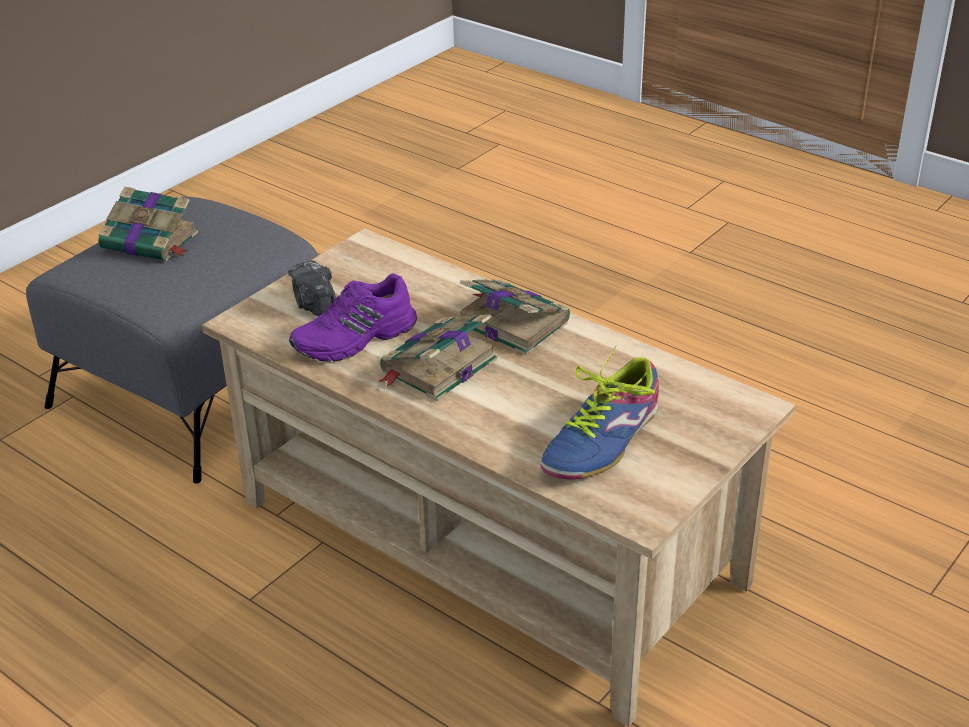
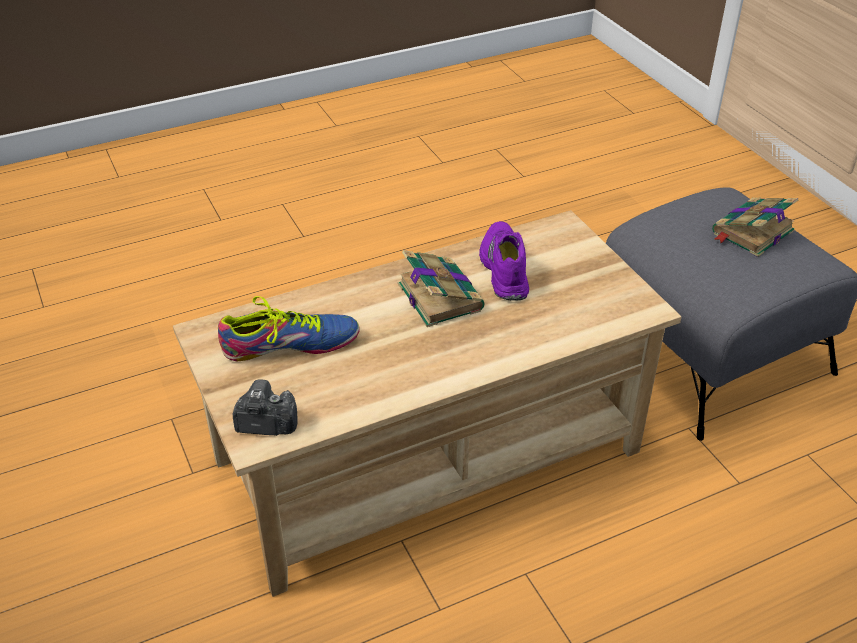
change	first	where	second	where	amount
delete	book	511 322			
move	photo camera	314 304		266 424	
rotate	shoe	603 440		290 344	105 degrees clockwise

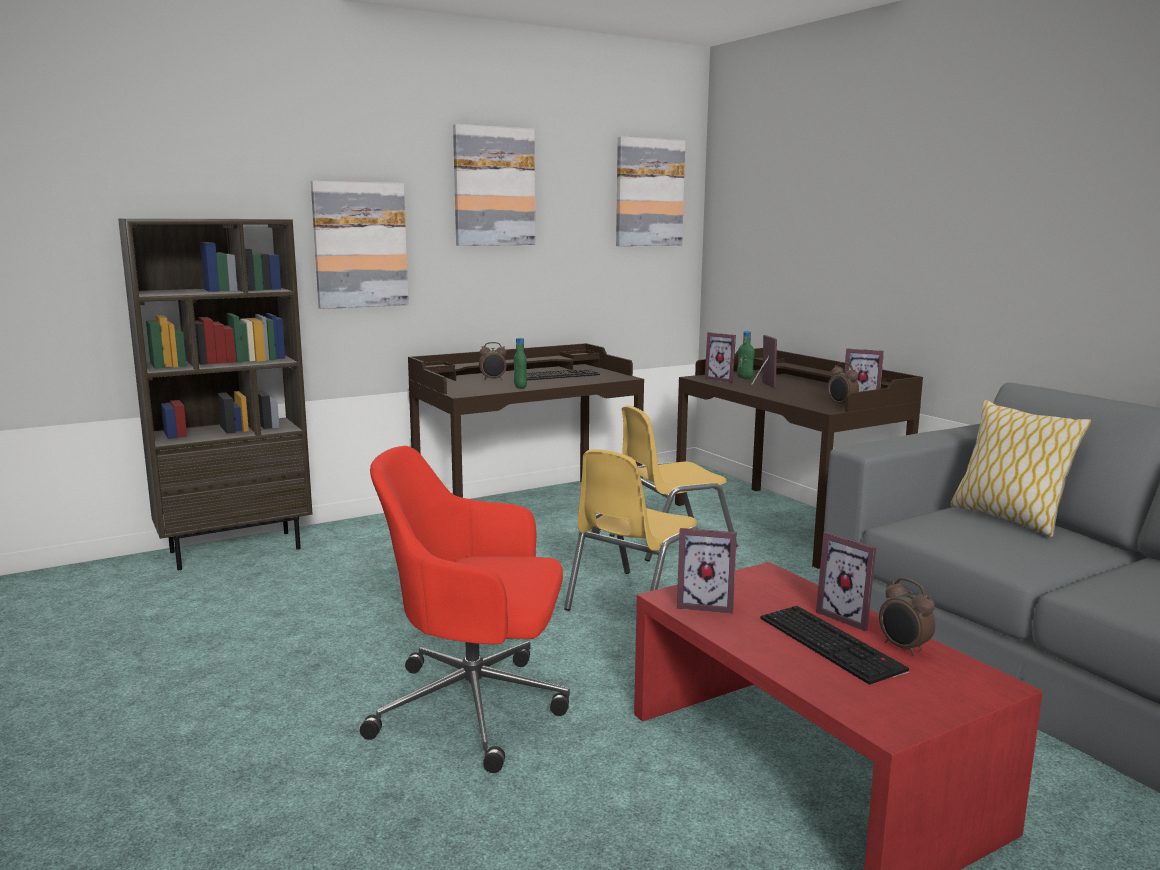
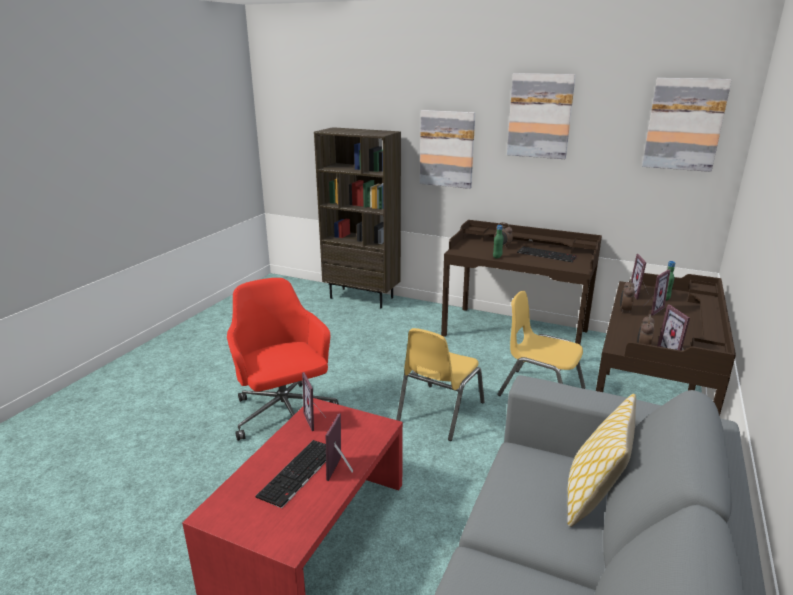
change	first	where	second	where	amount
move	alarm clock	903 648		624 310	
rotate	chair (yellow)	635 601		439 412	60 degrees counterclockwise

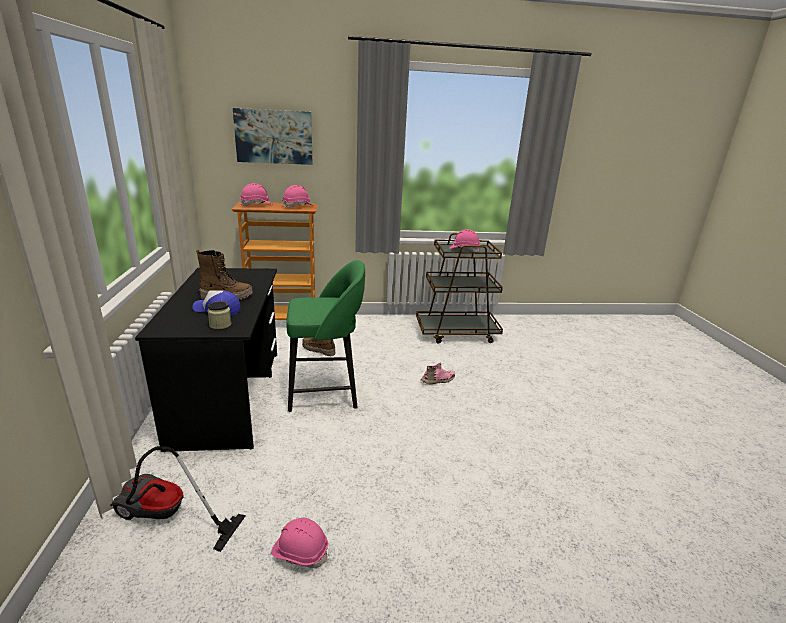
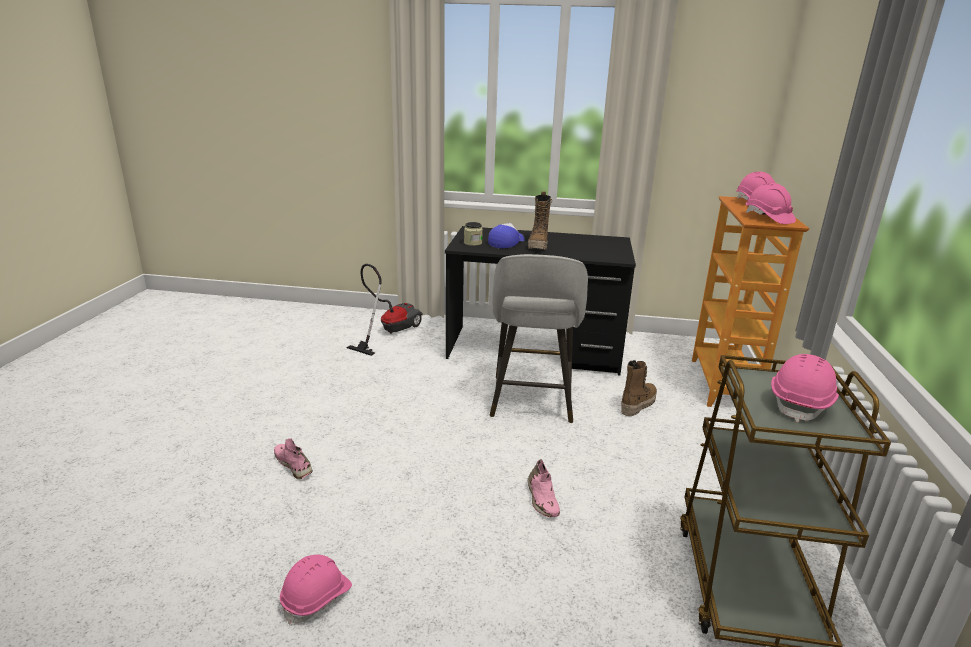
change	first	where	second	where	amount
delete	picture	274 137			
insert			shoe (pink)	294 465	
move	hard hat (pink)	300 552		317 598	
recolor	stool (green)	325 391	stool (grey)	531 400	

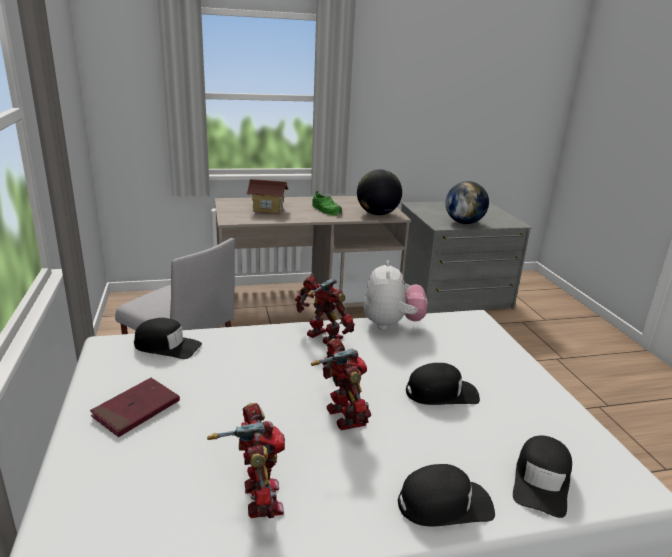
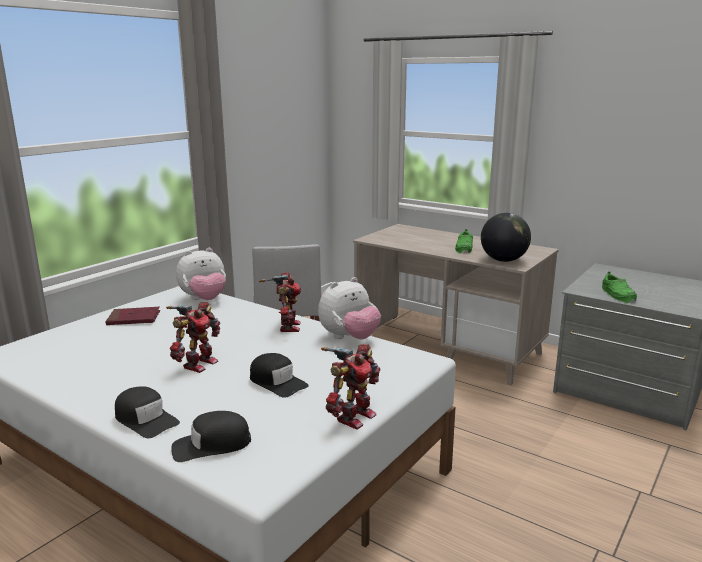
change	first	where	second	where	amount
delete	toy house	268 209			
move	toy robot	258 500		353 417	
replace	cap (black)	167 346	plush toy	204 299	
replace	globe	464 223	shoe (green)	618 294	

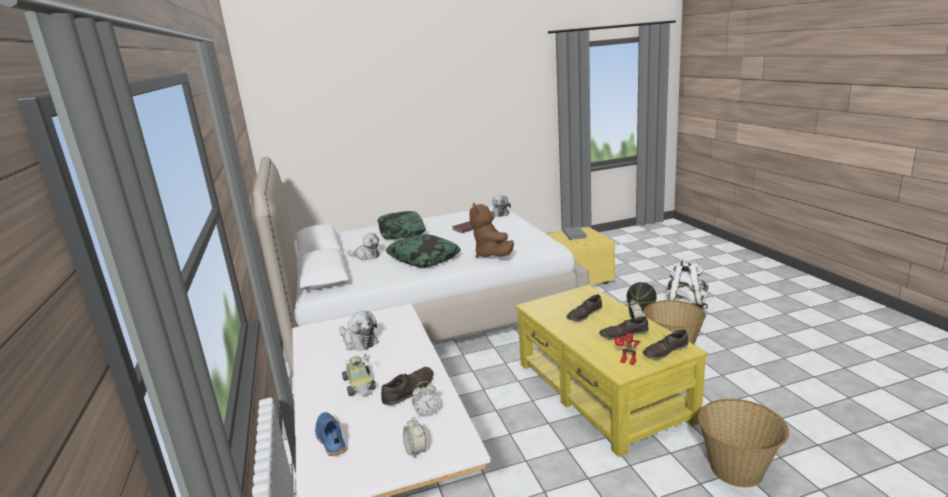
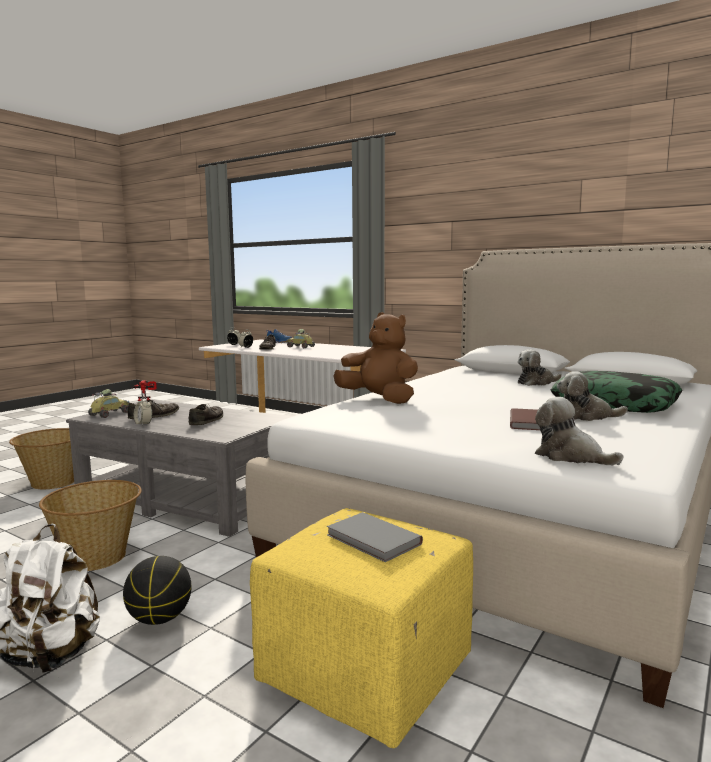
change	first	where	second	where	amount
delete	pillow	424 258			
move	plush toy	359 342		586 416	
replace	shoe (brown)	665 351	toy car	110 413	
recolor	coffee table (yellow)	601 391	coffee table (grey)	186 497	

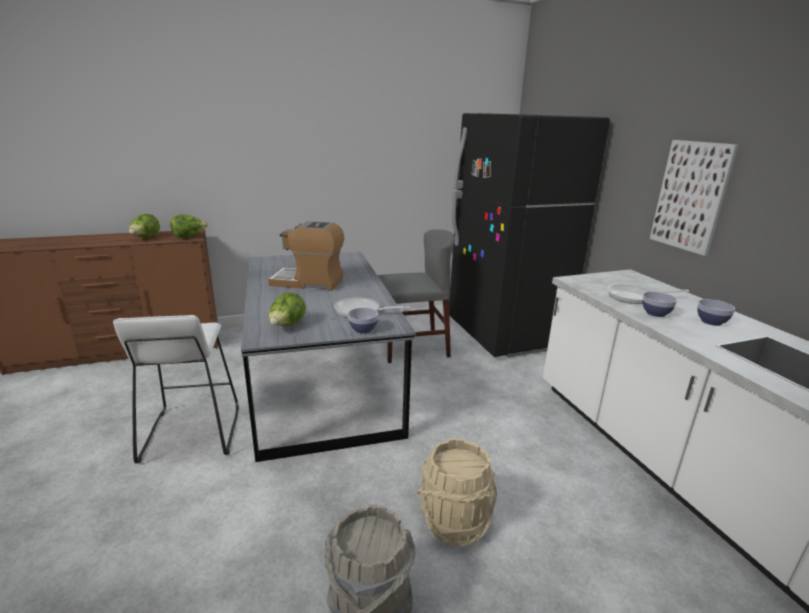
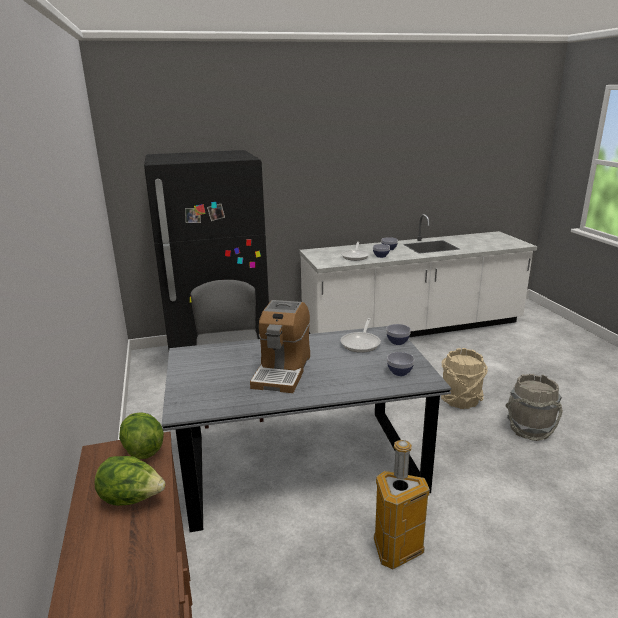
change	first	where	second	where	amount
delete	picture	691 196			
replace	stool (white)	191 433	trash can	398 551	
replace	lettuce	287 326	bowl	399 372	

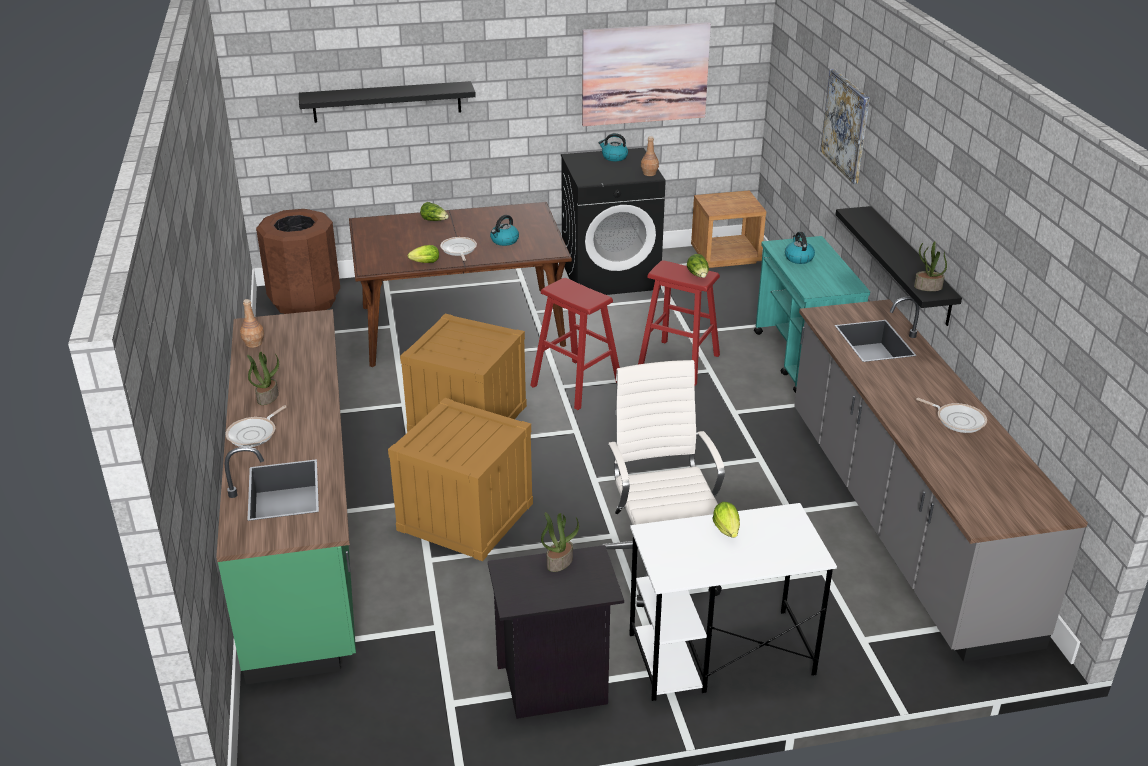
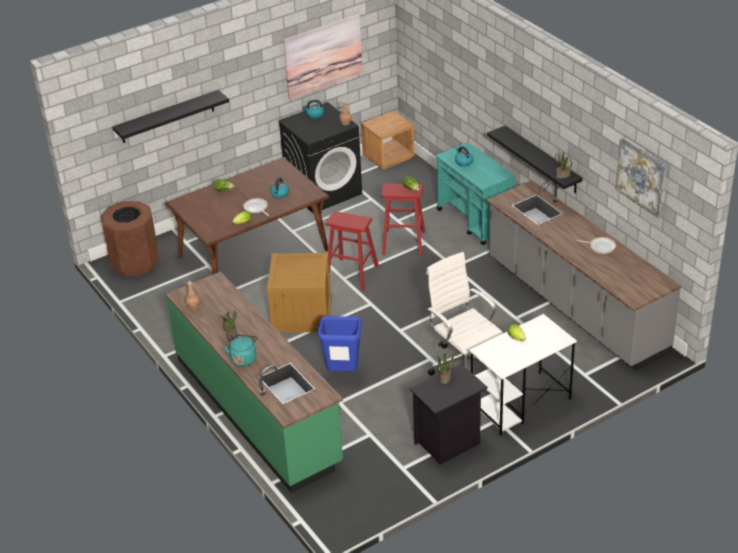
change	first	where	second	where	amount
move	picture	846 125		641 176	
replace	frying pan	254 434	kettle (turquoise)	243 358	
replace	crate	465 517	trash can (blue)	342 372	

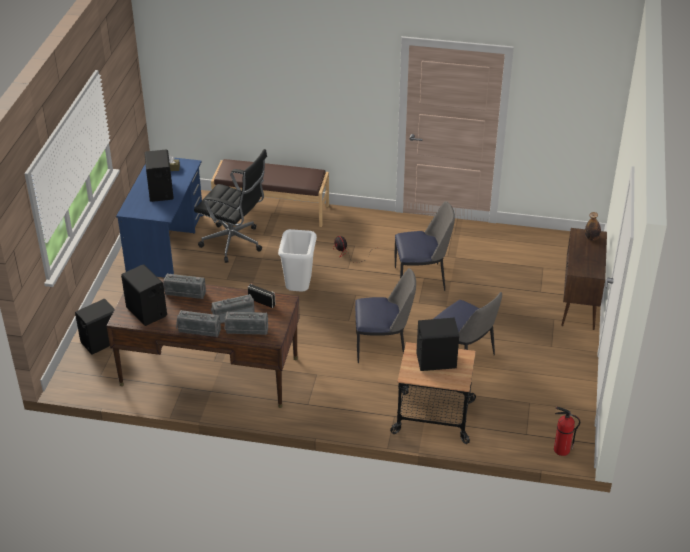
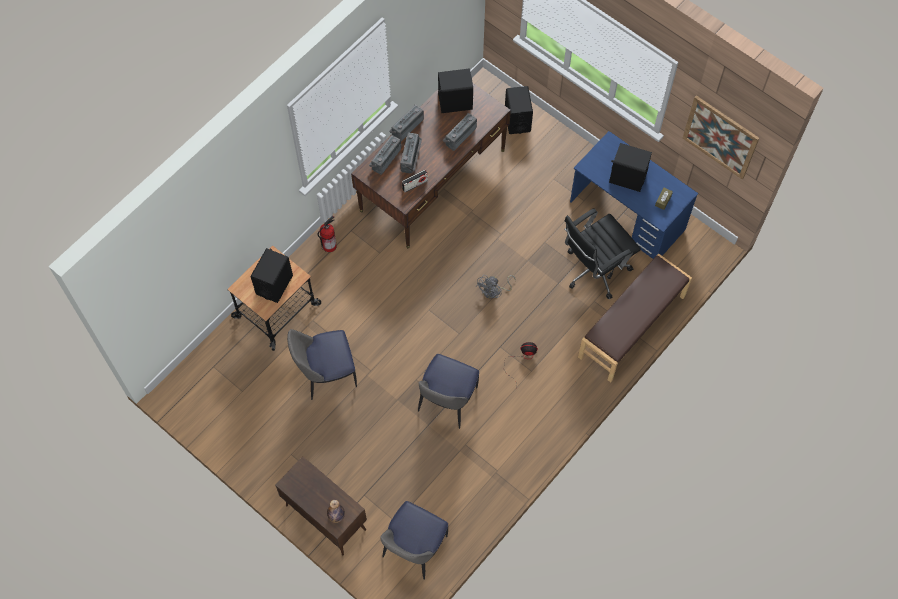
change	first	where	second	where	amount
insert			picture	720 137	
move	chair	383 347		414 549	
move	fire extinguisher	561 449		329 245	
replace	trash can (white)	299 290	fan (grey)	494 291	

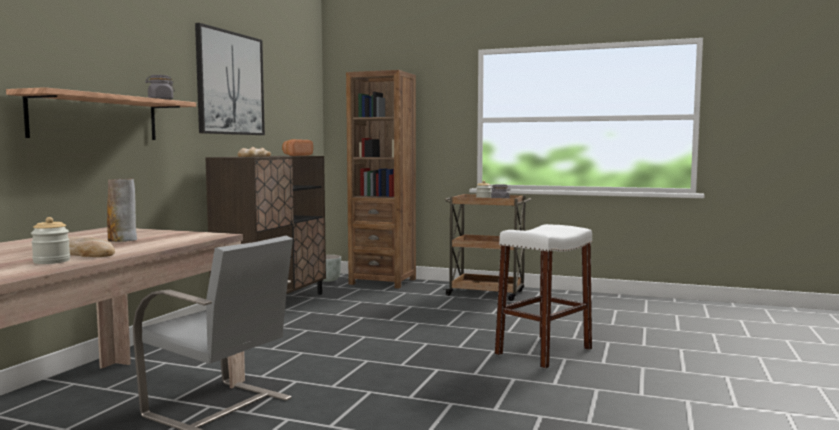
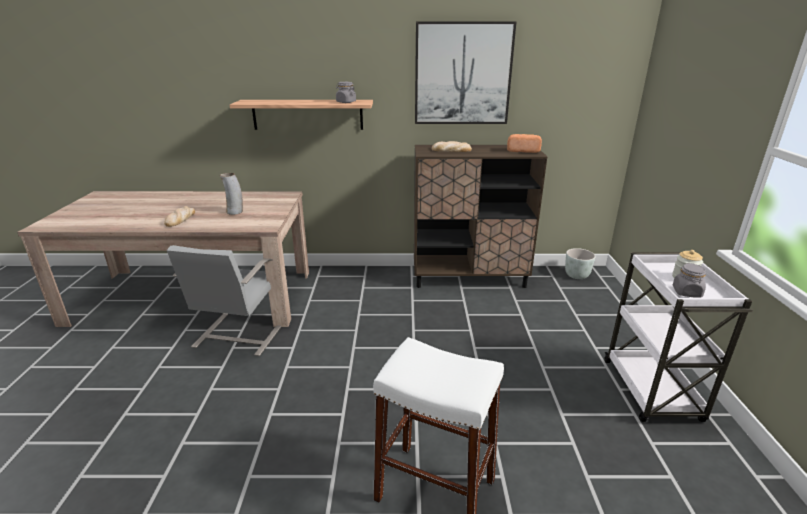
change	first	where	second	where	amount
delete	jar	51 261			
delete	bookcase (brown)	382 281			
recolor	cart (brown)	487 293	cart (white)	652 391	

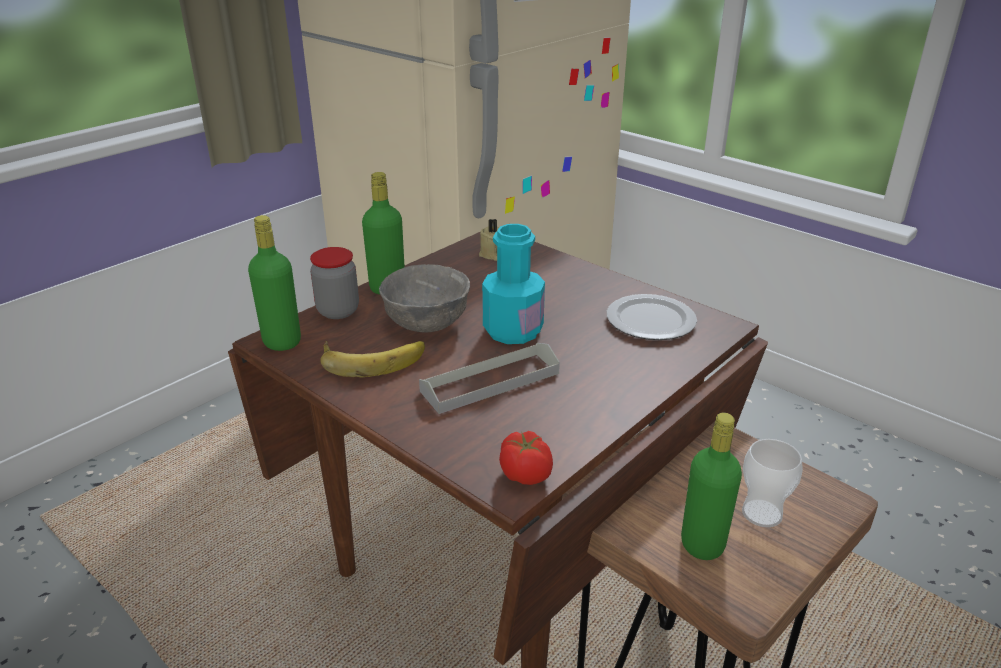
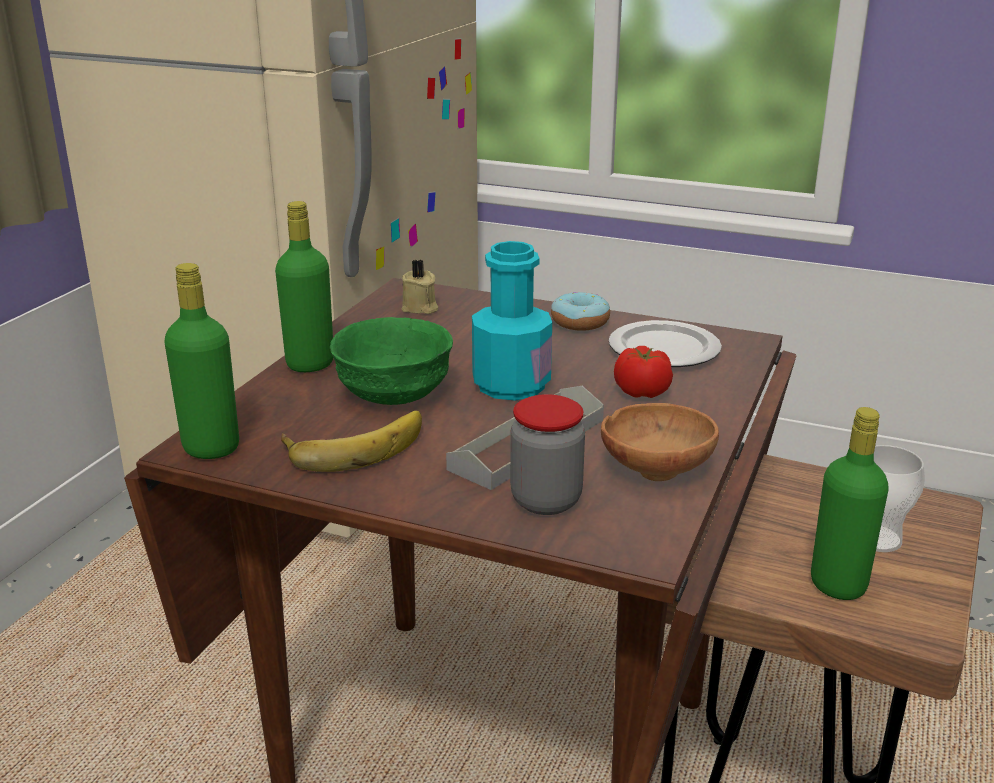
change	first	where	second	where	amount
insert			donut	580 322	
insert			bowl (brown)	656 468	
move	jar	338 311		546 500	
move	tomato	525 475		642 393	
recolor	bowl (grey)	428 322	bowl (green)	395 393	

